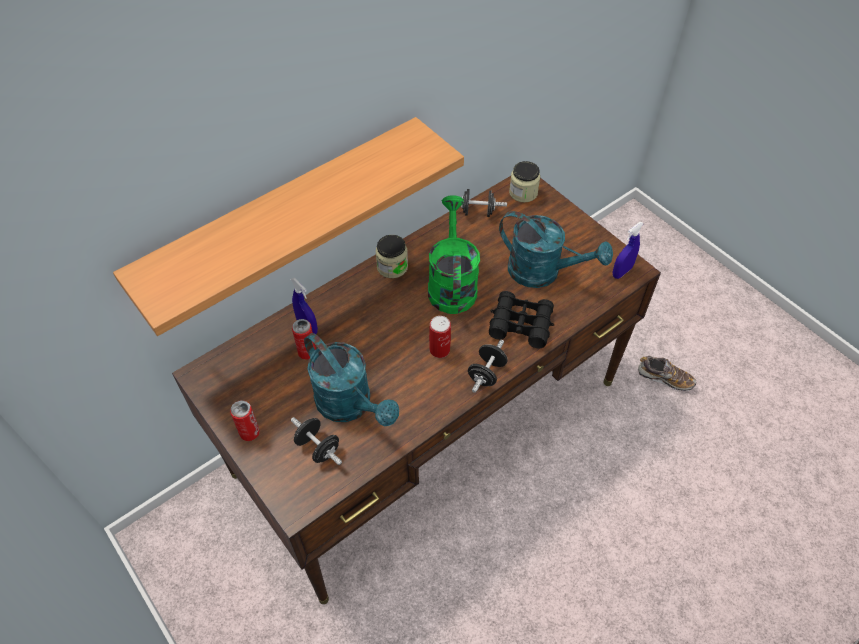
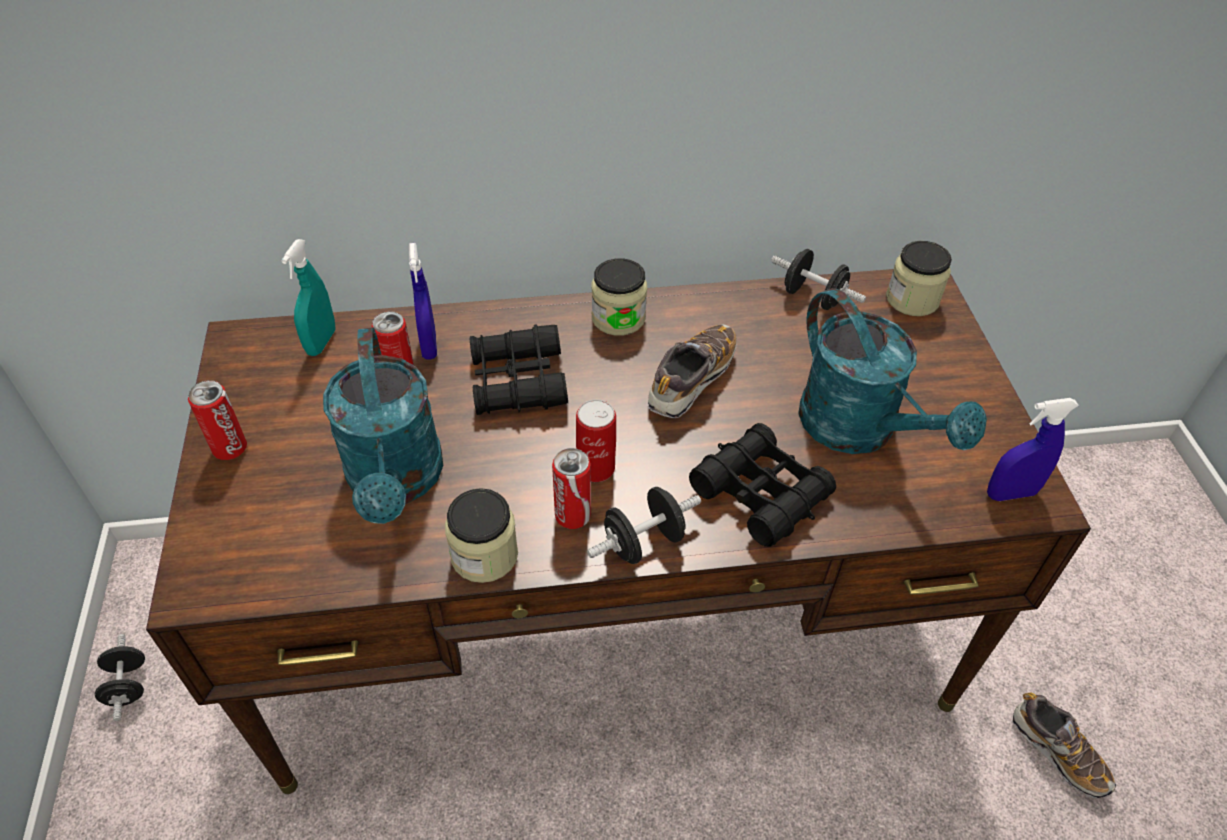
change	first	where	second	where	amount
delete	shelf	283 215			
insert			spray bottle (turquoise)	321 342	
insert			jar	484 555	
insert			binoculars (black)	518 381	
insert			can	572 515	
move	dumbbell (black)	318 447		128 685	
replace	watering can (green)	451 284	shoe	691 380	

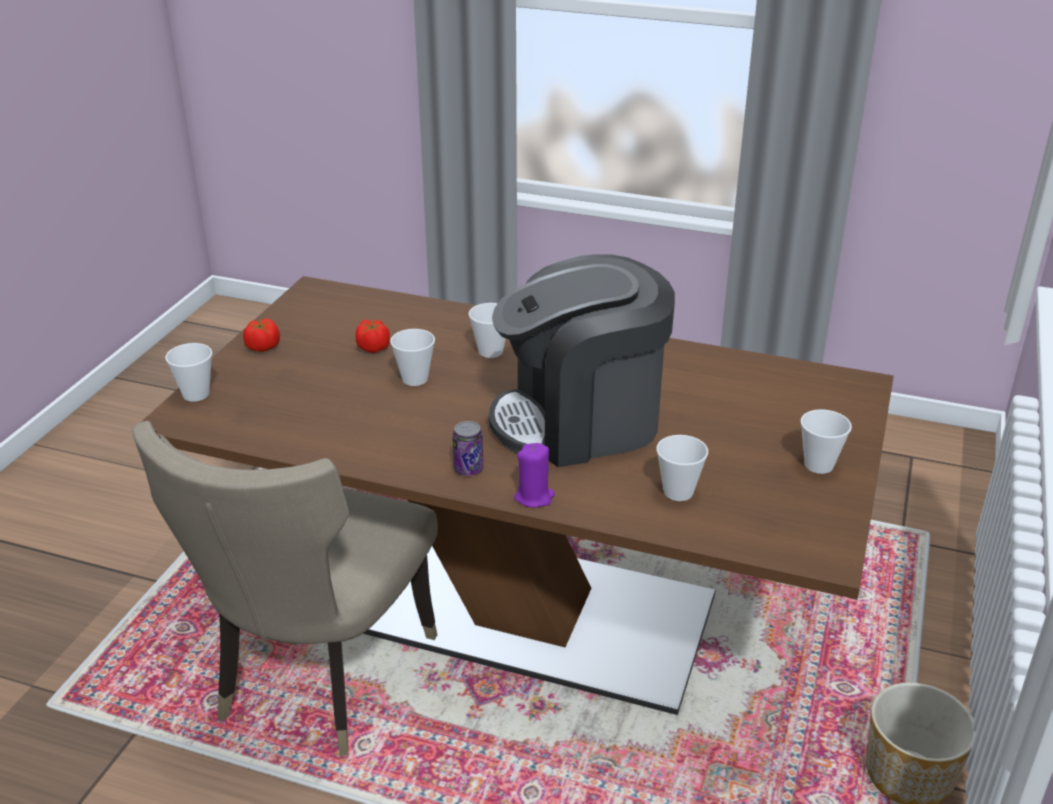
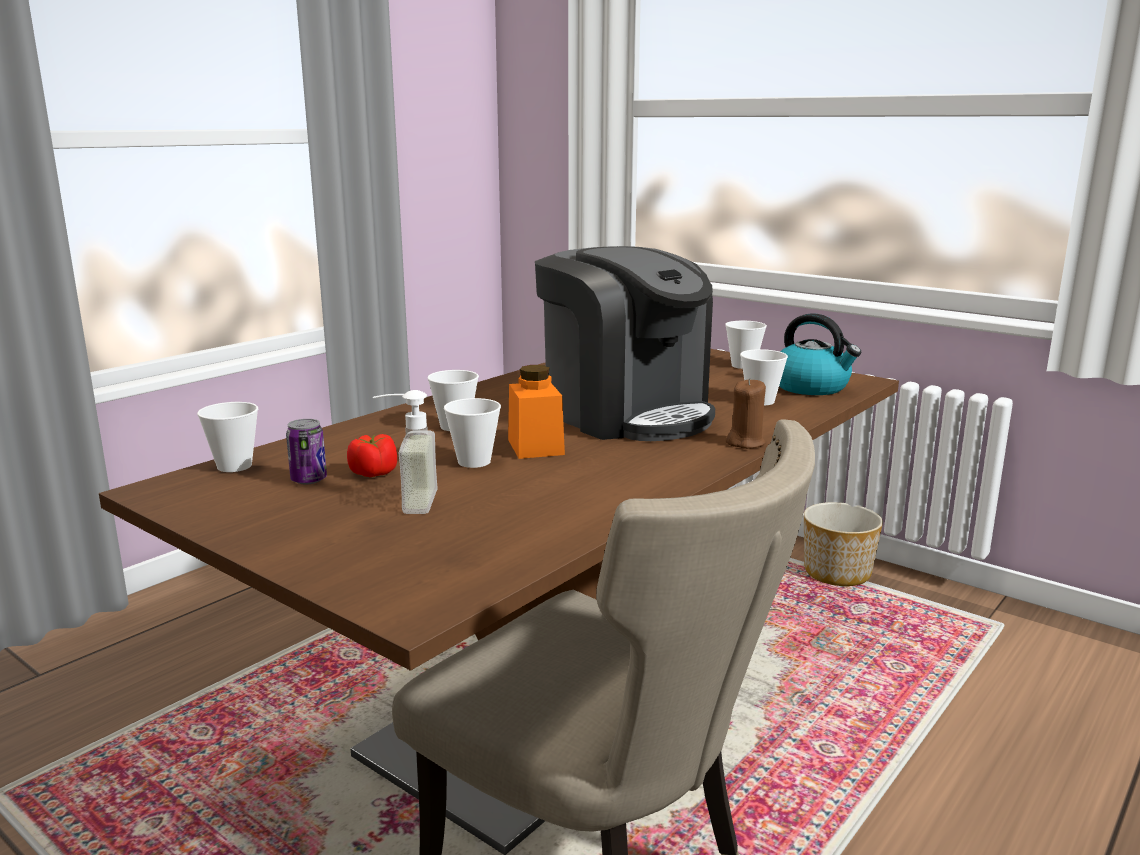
change	first	where	second	where	amount
delete	tomato	262 347			
insert			soap dispenser	406 502	
insert			jar (orange)	535 447	
insert			kettle	811 387	
move	cup	196 394		234 466	
move	can	468 469		309 480	
recolor	candle (purple)	534 497	candle (brown)	745 442	
rotate	coffee machine	580 421		626 413	45 degrees counterclockwise

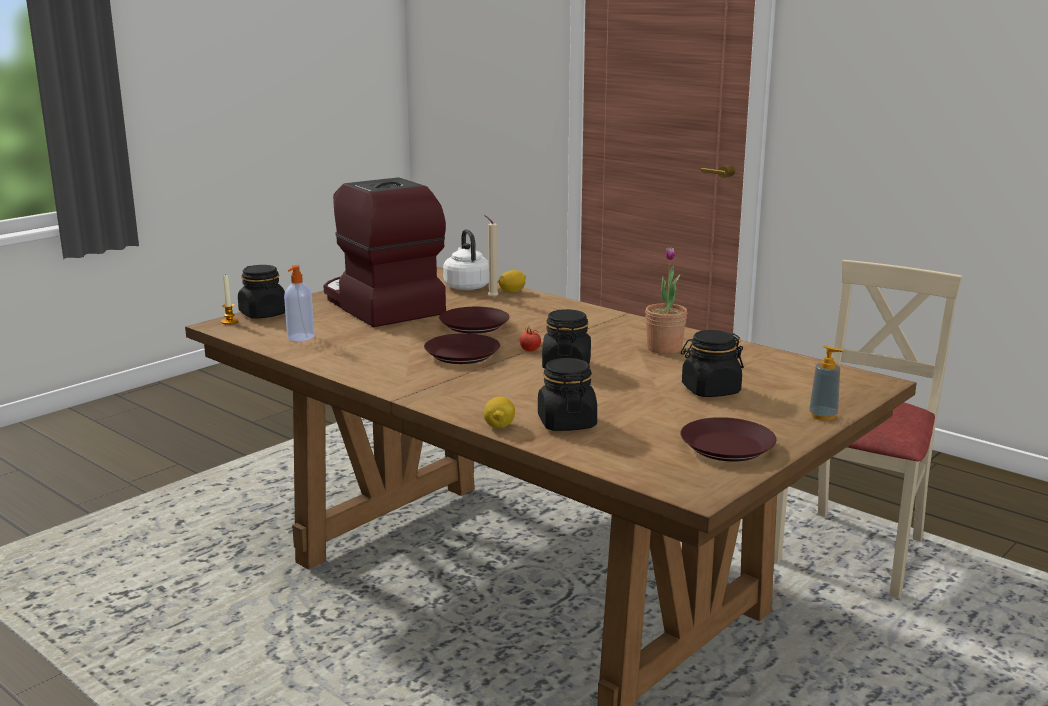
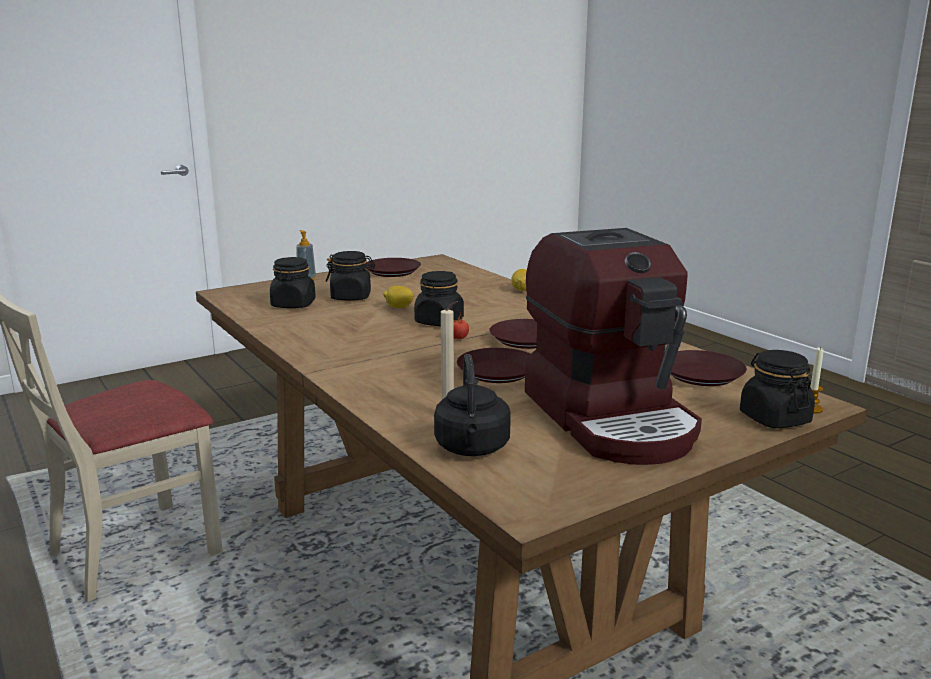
change	first	where	second	where	amount
delete	potted plant	664 349			
move	lemon	512 291		399 307	
move	jar (black)	566 423		293 305	
replace	soap dispenser	300 337	plate (brown)	701 375	
recolor	kettle (white)	466 286	kettle (black)	472 449	

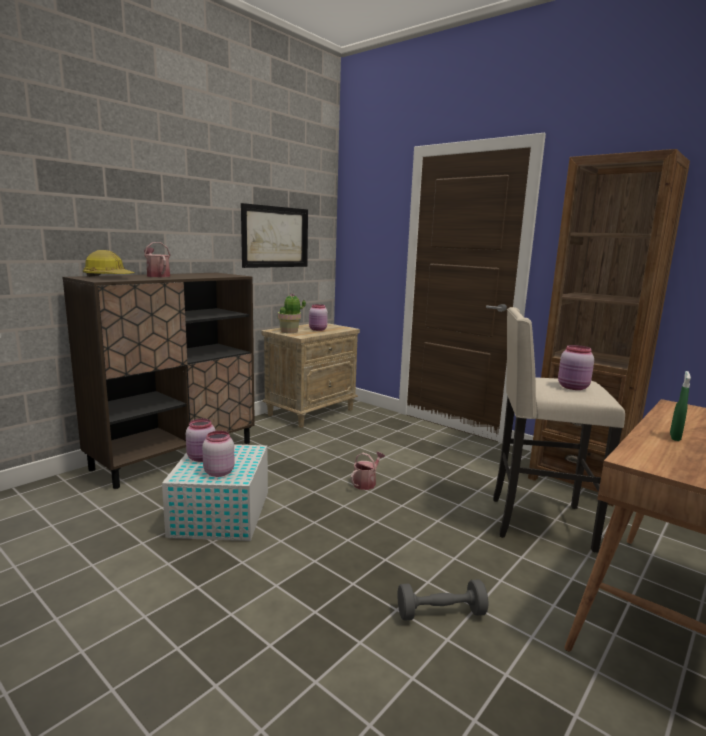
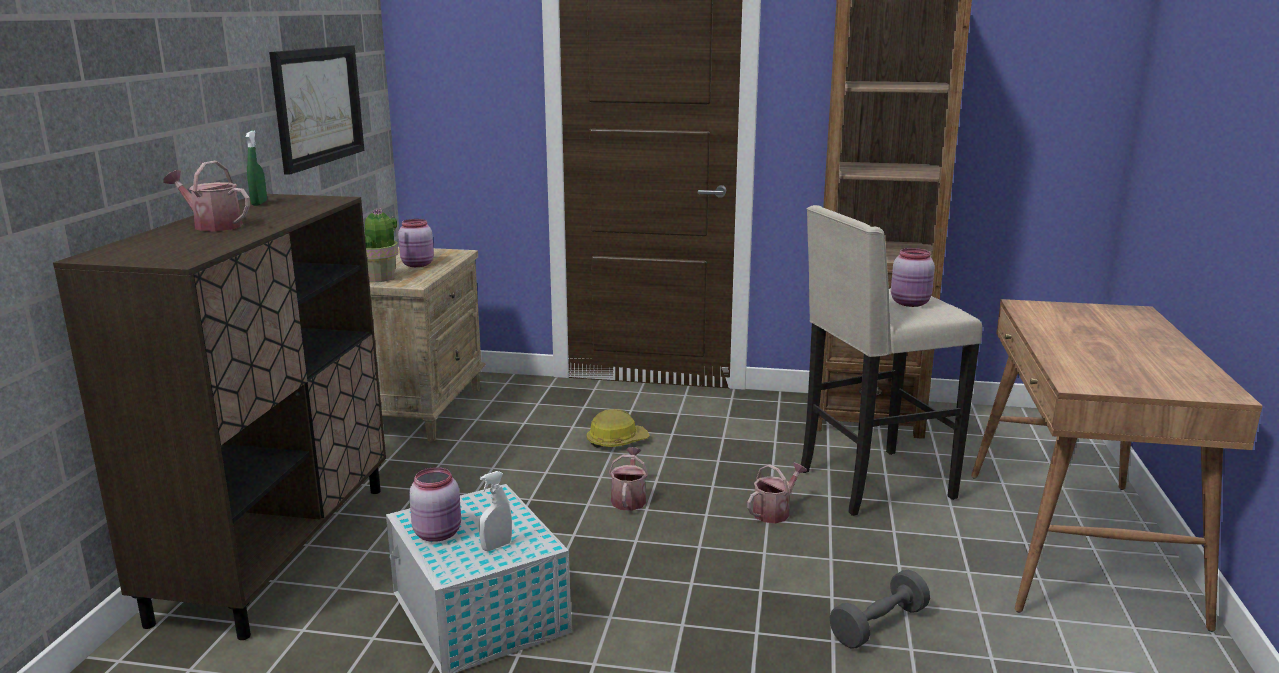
change	first	where	second	where	amount
insert			watering can	774 512	
move	hard hat	108 277		616 441	
move	spray bottle (green)	675 437		259 203	
replace	jar (pink)	218 472	spray bottle (white)	496 546	

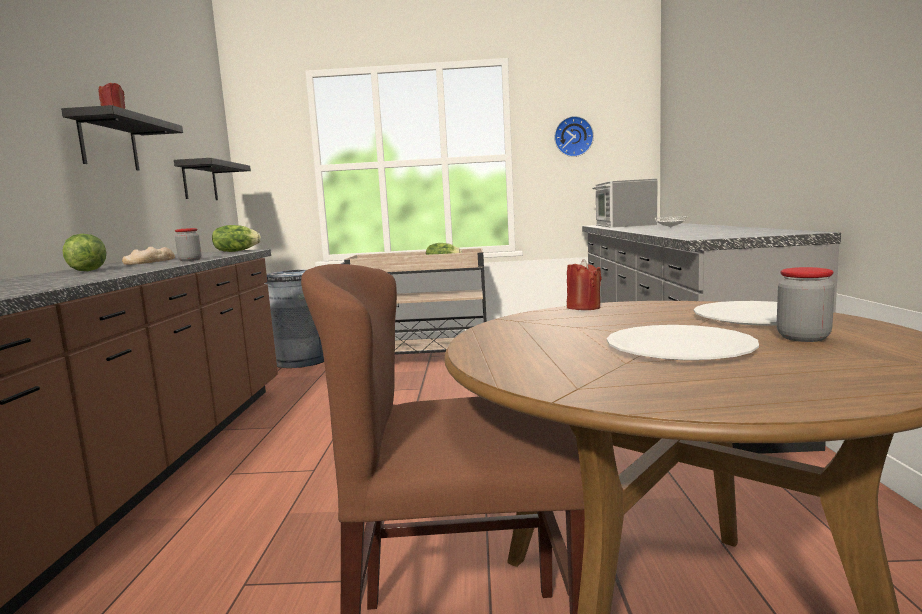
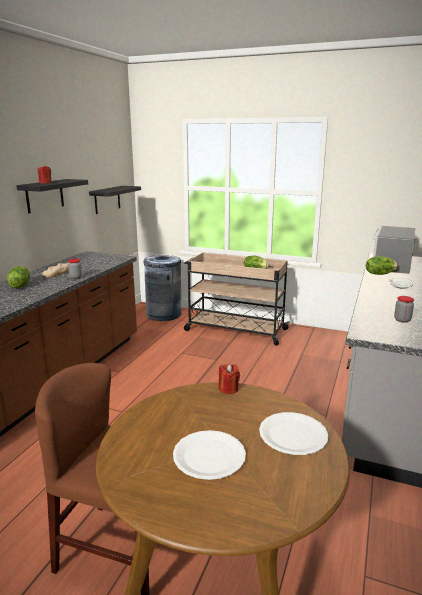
change	first	where	second	where	amount
delete	wall clock	573 137			
move	lettuce	236 251		379 274	
move	jar	803 337		402 320	

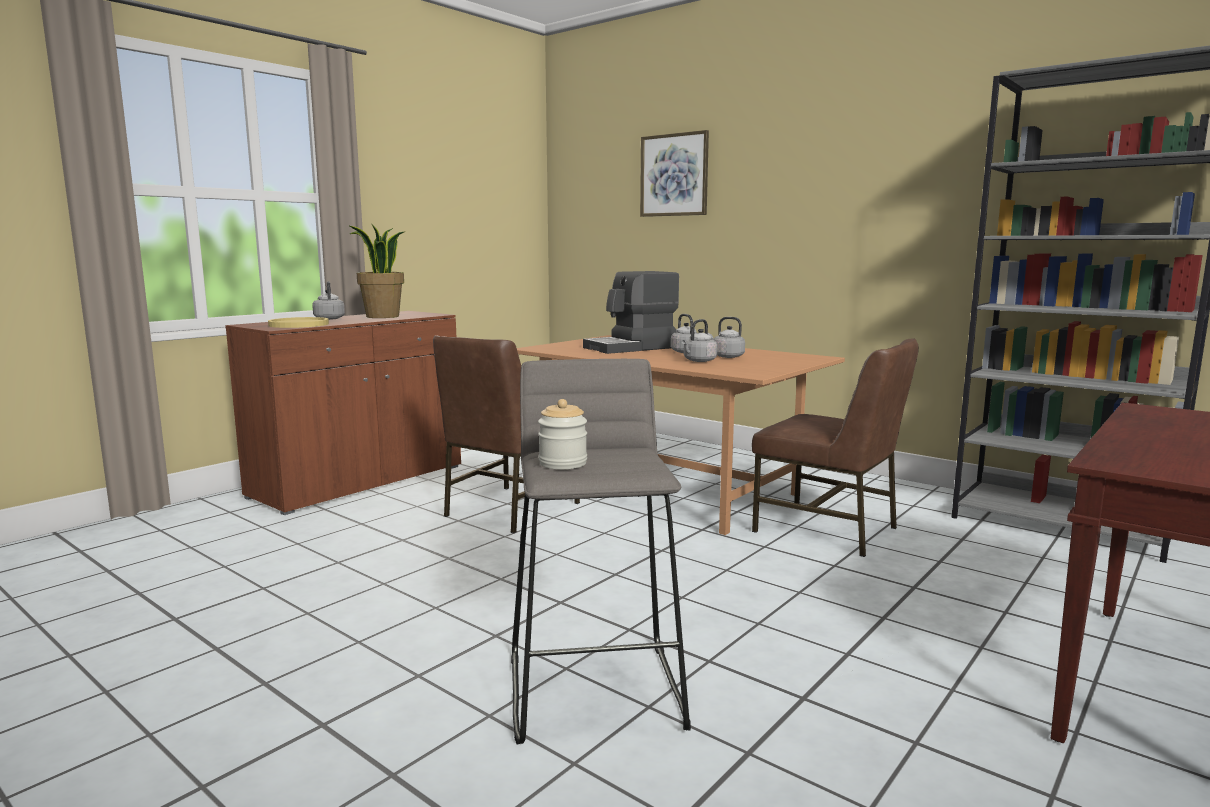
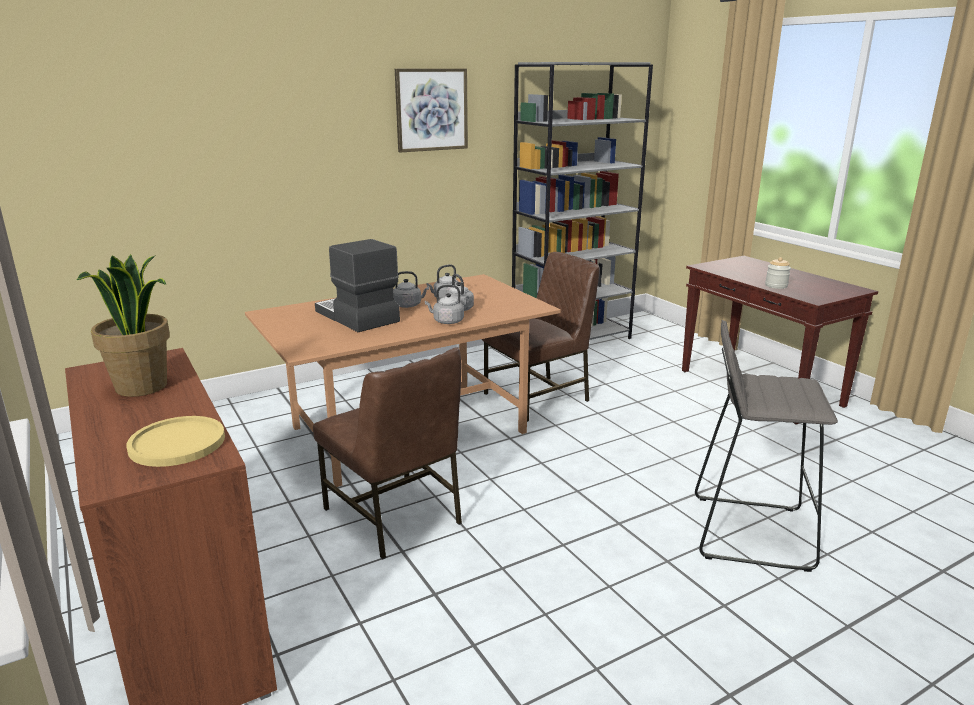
change	first	where	second	where	amount
move	kettle (grey)	329 318		446 321	
move	jar	563 463		776 286	
move	picture	674 175		431 110	
rotate	coffee machine	632 348		356 317	150 degrees clockwise

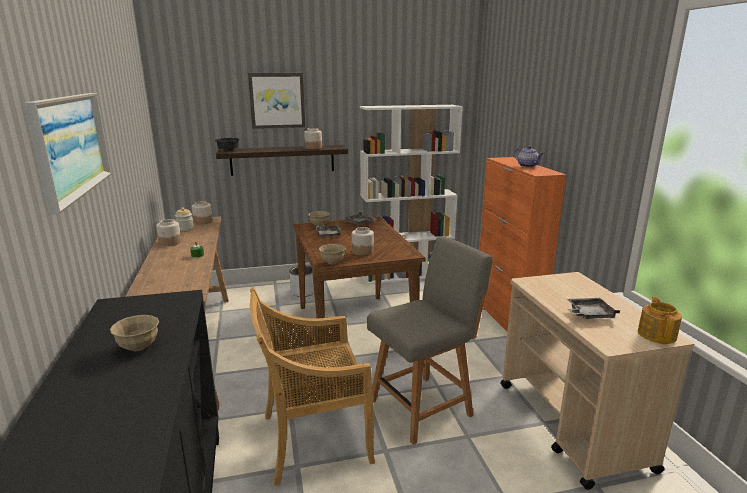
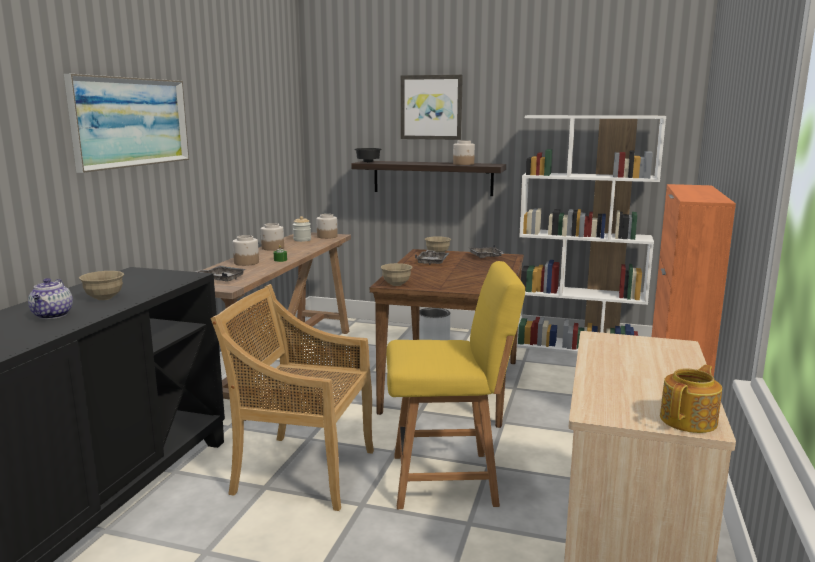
change	first	where	second	where	amount
move	jar	362 251		246 262	
move	teapot	528 166		52 315	
move	tray (grey)	589 314		221 279	
recolor	chair (grey)	423 406	chair (yellow)	448 479	

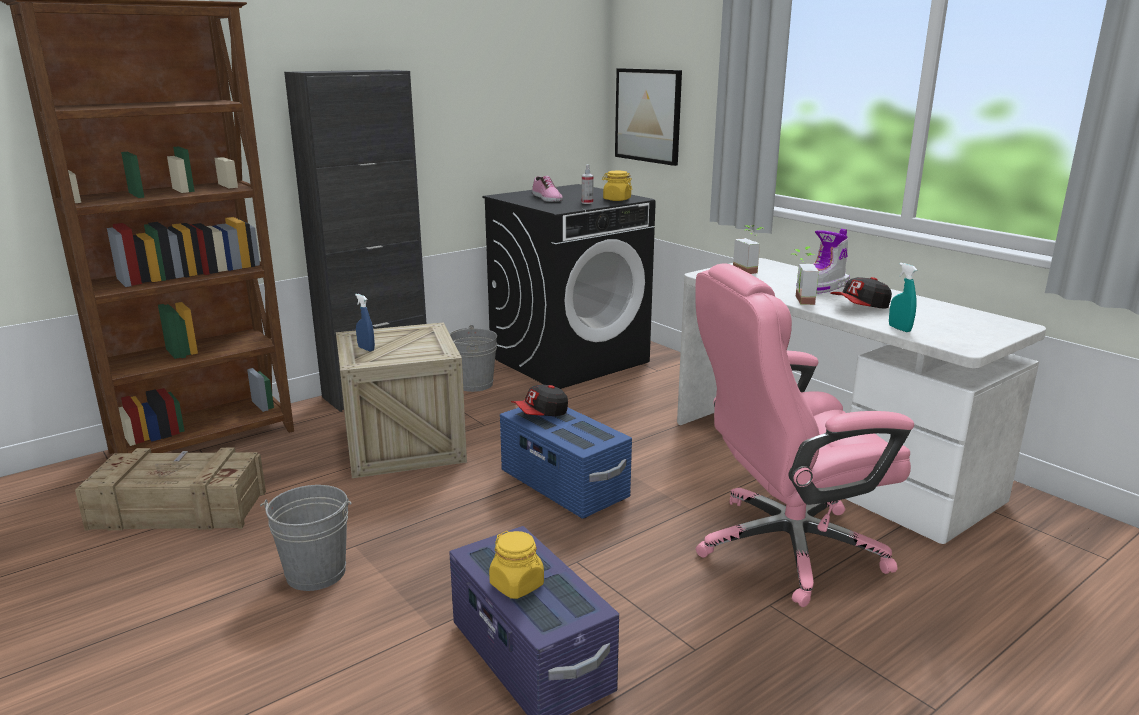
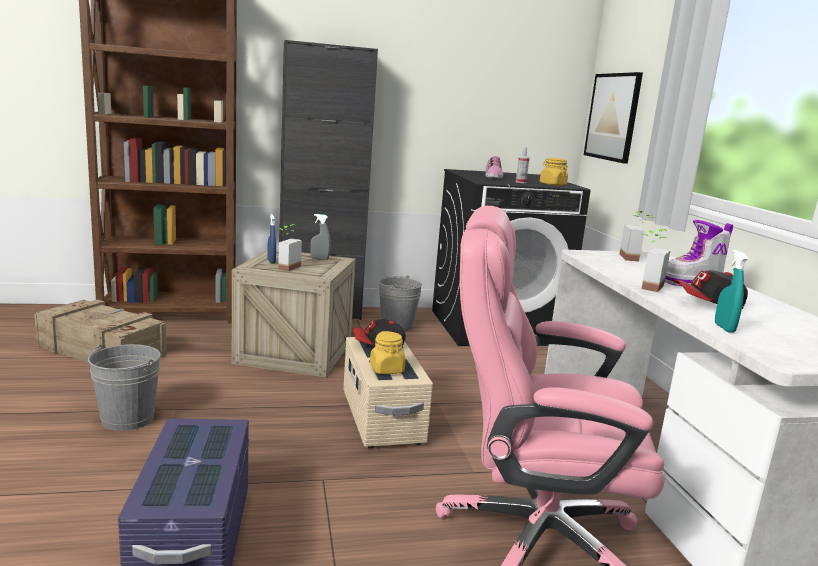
change	first	where	second	where	amount
insert			potted plant	285 267	
insert			spray bottle (grey)	319 259	
move	jar (yellow)	517 585		387 369	
recolor	storage box (blue)	563 486	storage box (beige)	381 417	

